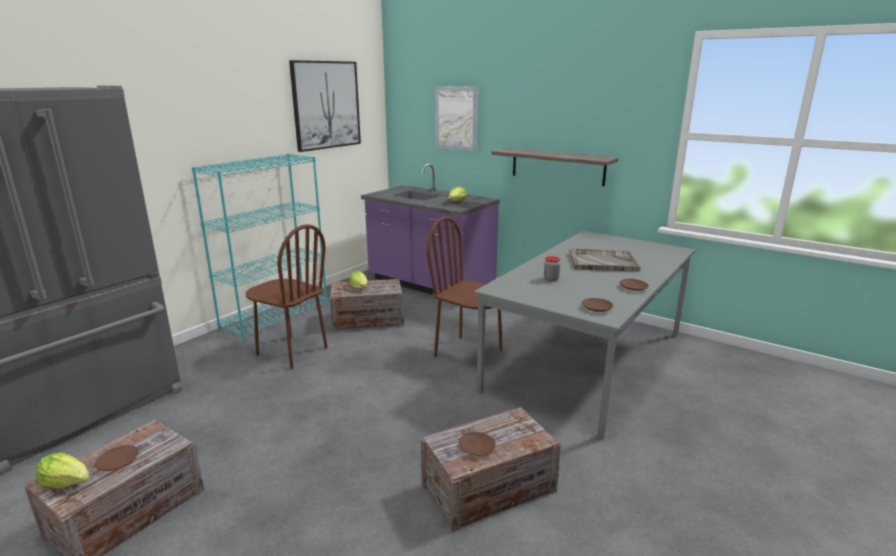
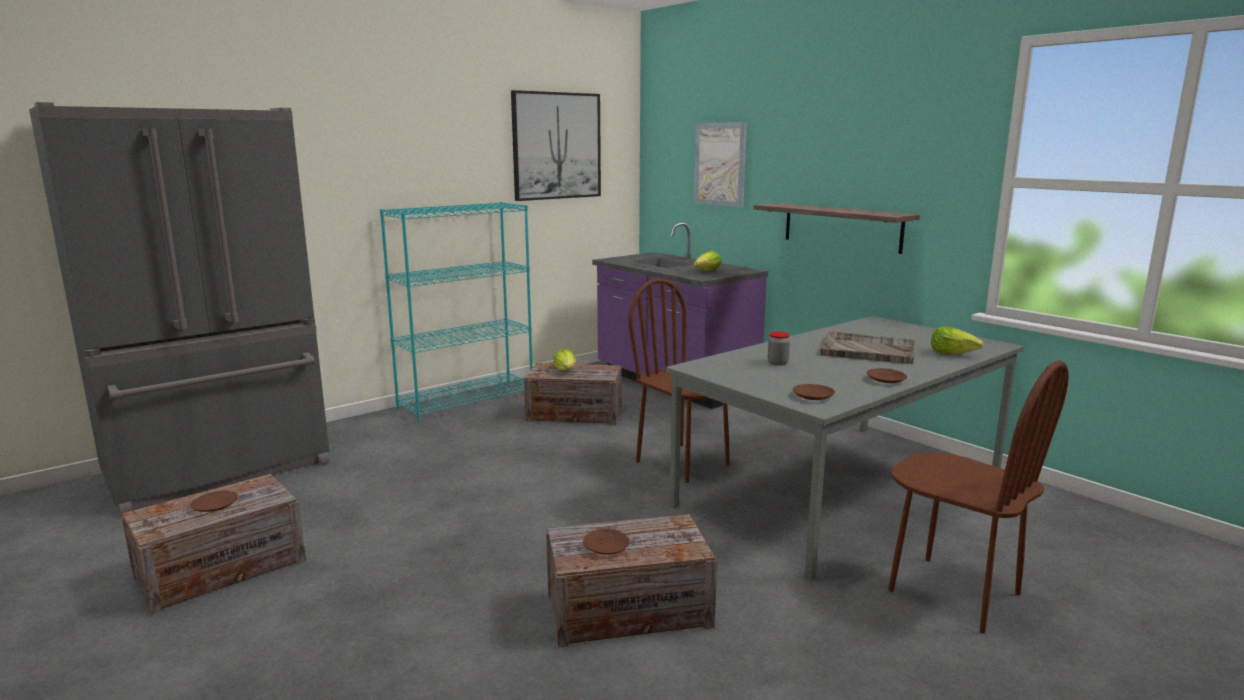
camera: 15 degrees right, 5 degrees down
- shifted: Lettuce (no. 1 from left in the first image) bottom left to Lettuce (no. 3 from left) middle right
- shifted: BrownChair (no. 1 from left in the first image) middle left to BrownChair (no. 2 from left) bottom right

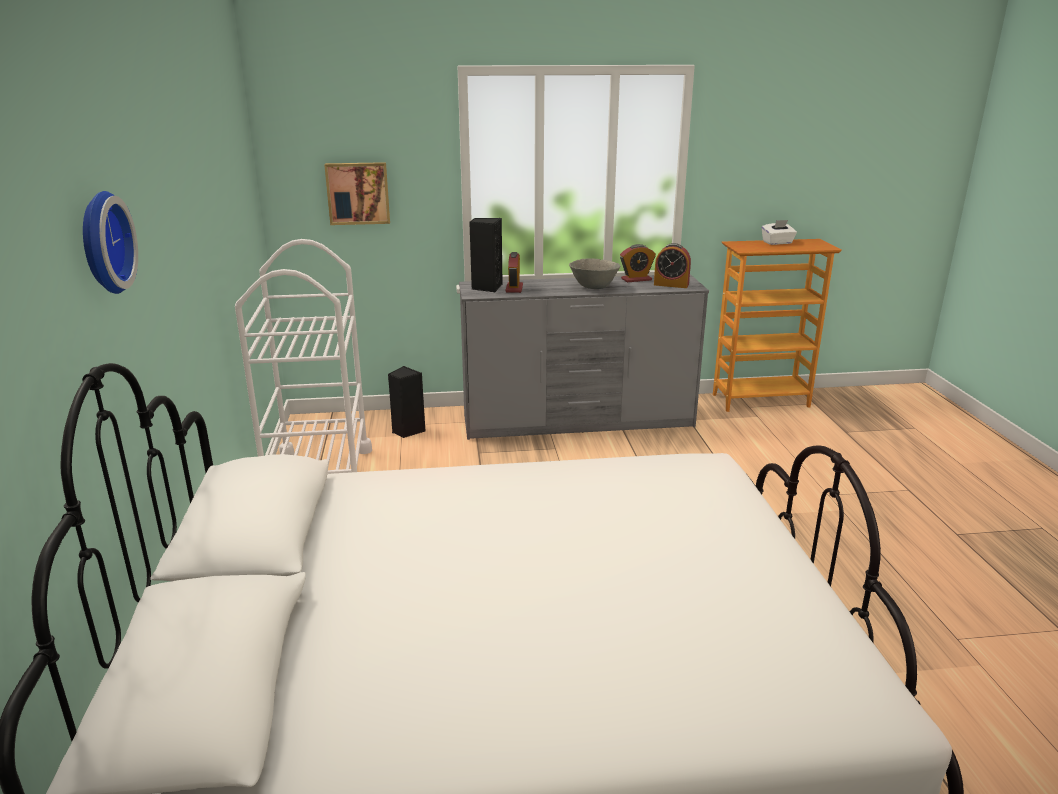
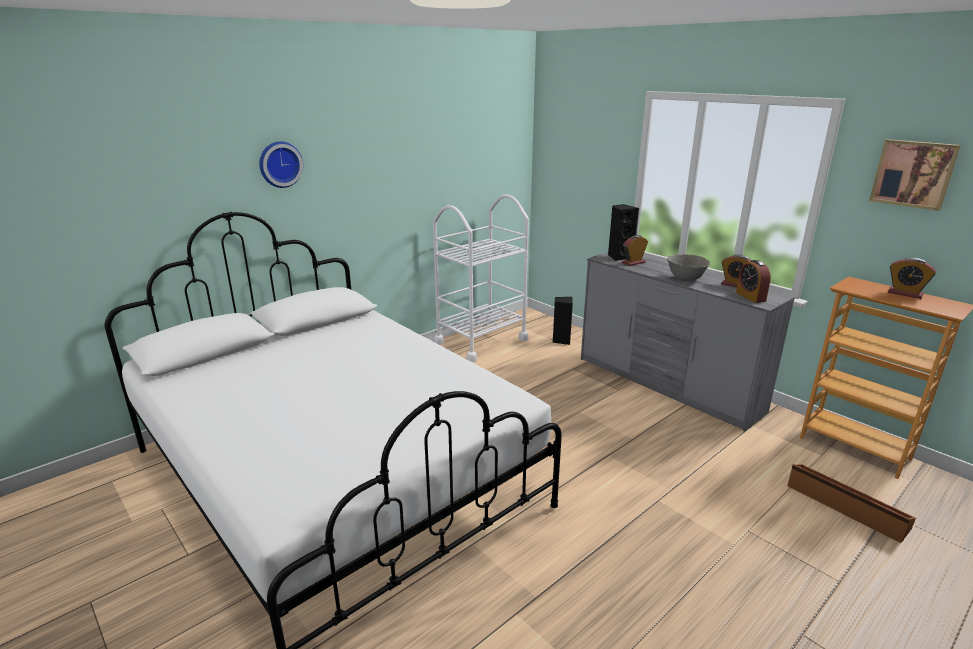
camera: 55 degrees right, 0 degrees up
- new: BrownStorageBox bottom right
- shifted: Picture top centre to top right
- swapped: WhiteTissueBox top right to AlarmClock (no. 4 from left) middle right

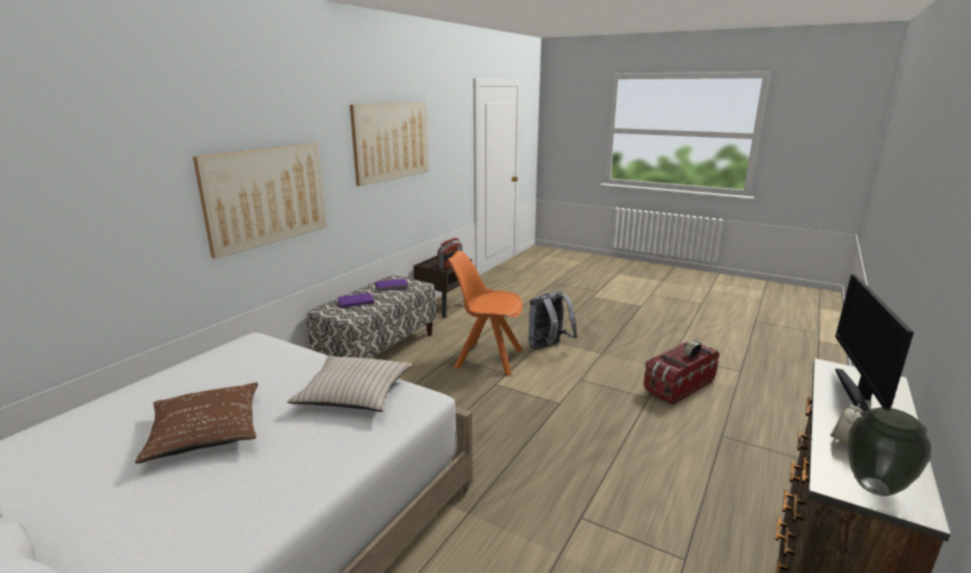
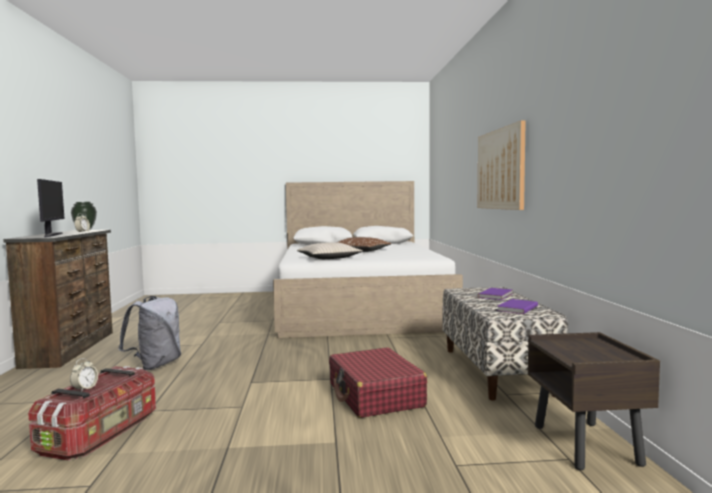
camera: 145 degrees right, 15 degrees down
- gone: Picture (no. 2 from left) top centre
- gone: Radio centre
- shifted: GreyBackpack centre to bottom left
- swapped: OrangeChair centre to RedSuitcase bottom centre

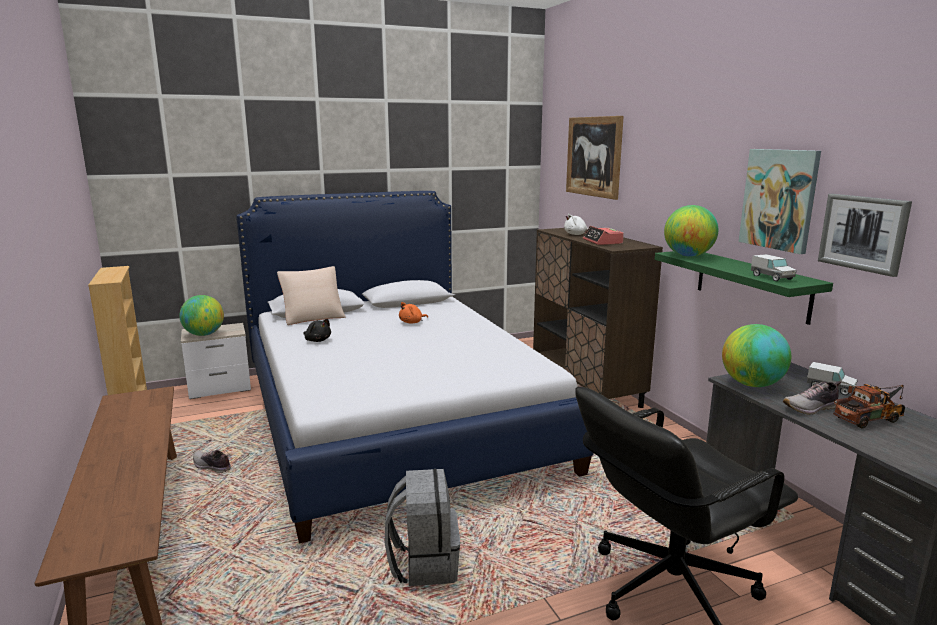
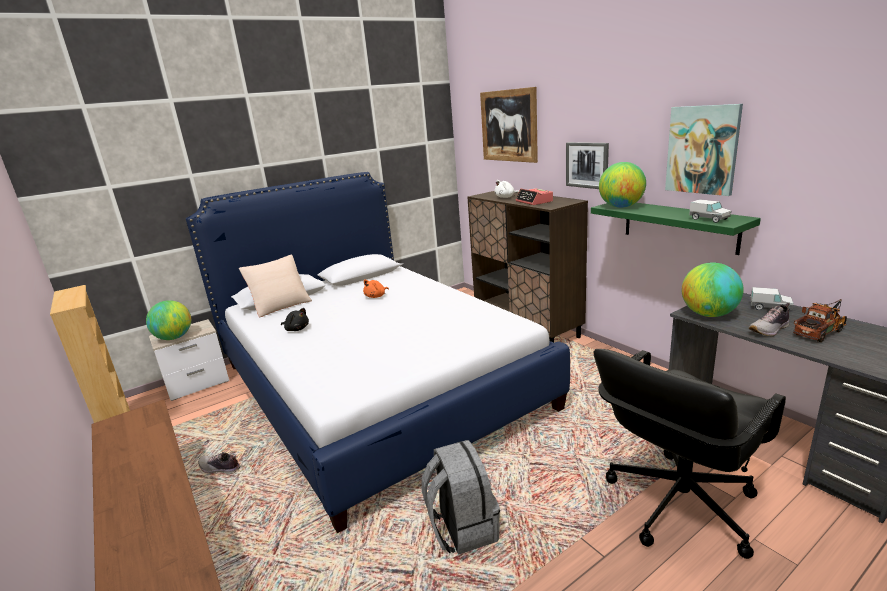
camera: 10 degrees left, 5 degrees up
- shifted: Picture (no. 3 from left in the first image) middle right to Picture (no. 2 from left) top centre

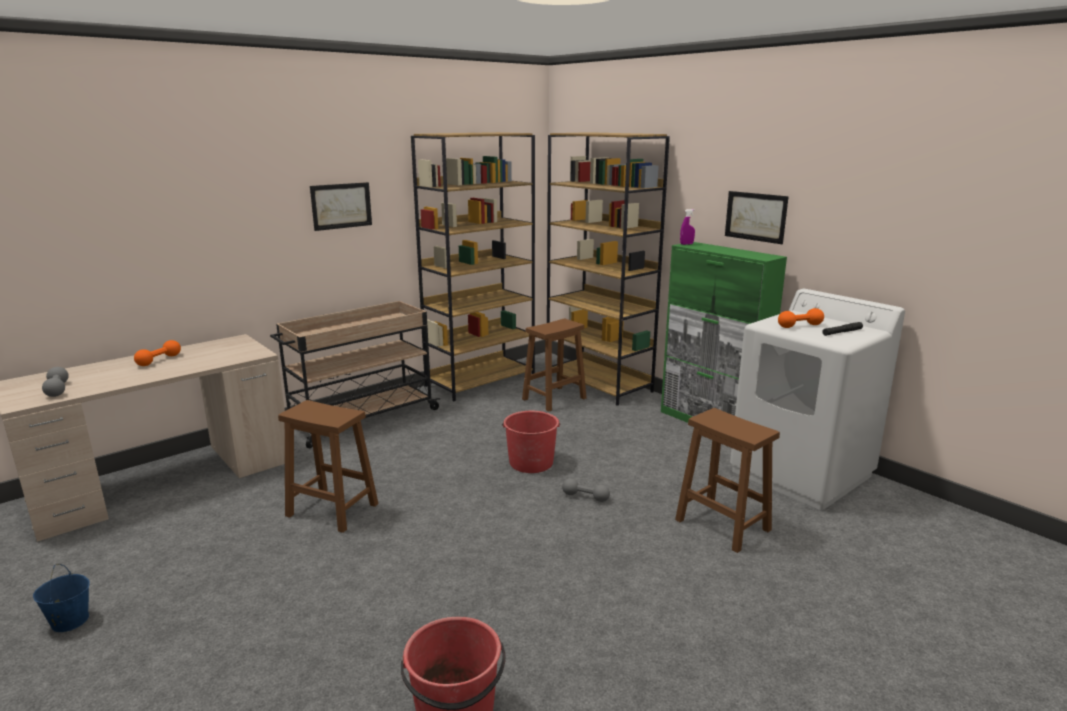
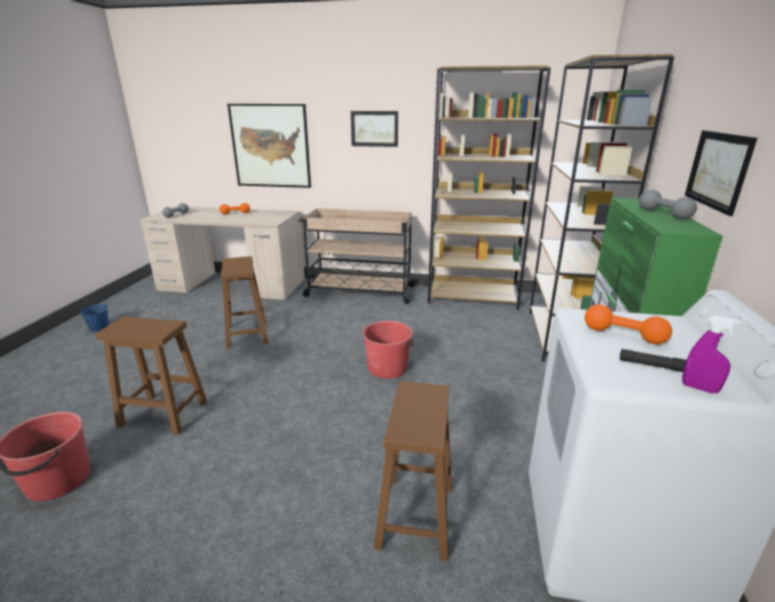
camera: 50 degrees right, 5 degrees up
- new: Picture (no. 1 from left) top centre
- shifted: BrownStool (no. 2 from left in the first image) centre to BrownStool (no. 1 from left) middle left
- shifted: GreyDumbbell (no. 2 from left) bottom centre to middle right
- shifted: PurpleSprayBottle top centre to middle right

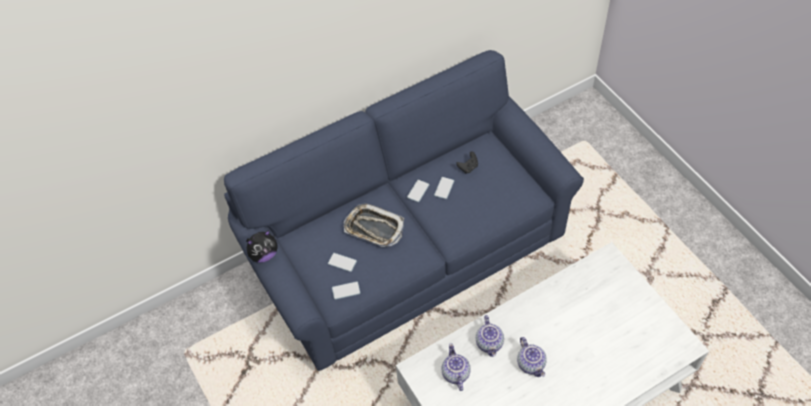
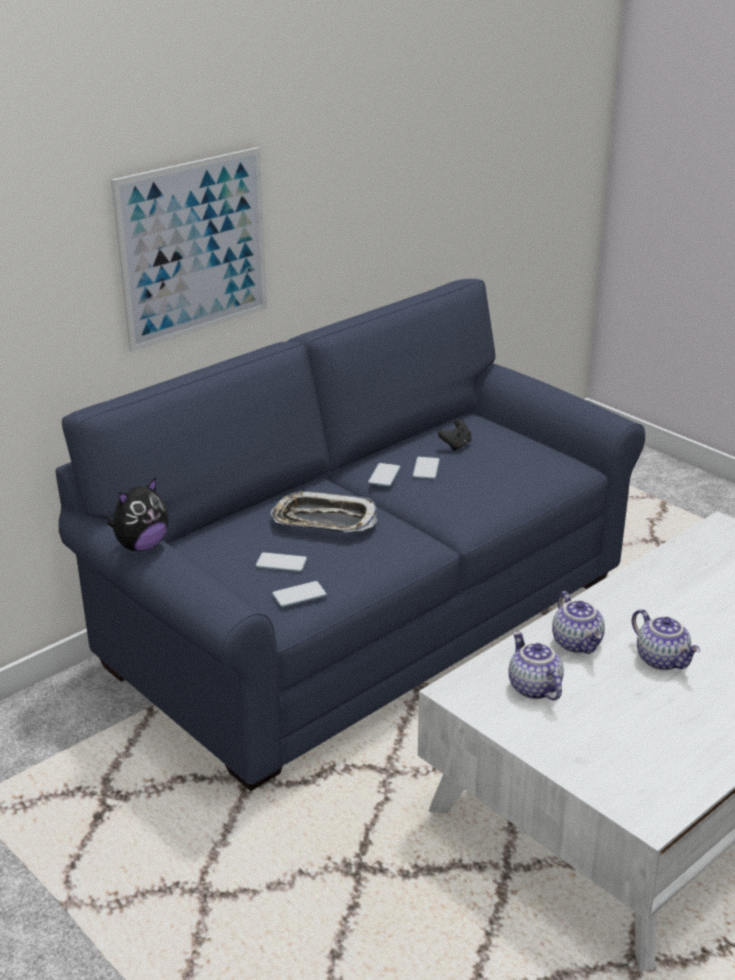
camera: 15 degrees left, 25 degrees down
- new: Picture top left

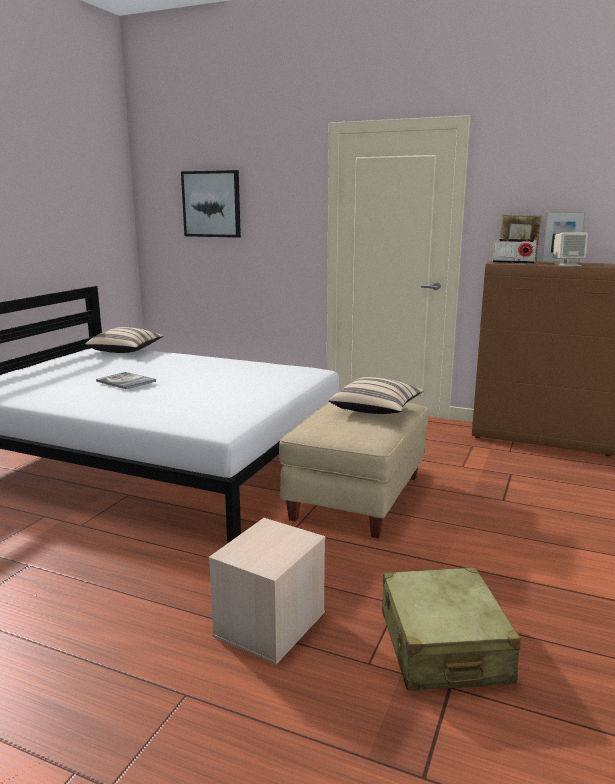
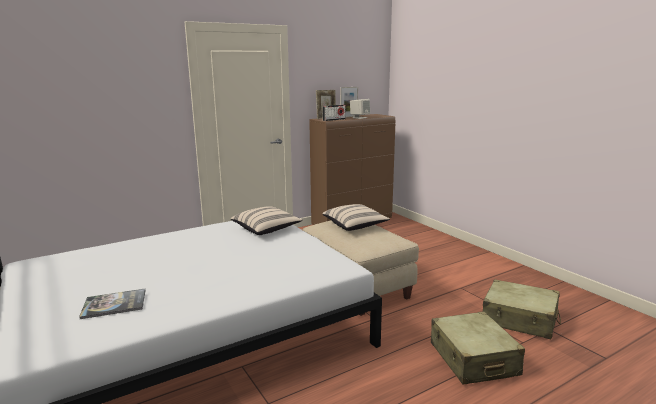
camera: 55 degrees left, 0 degrees up
- gone: Picture top centre
- shifted: BeigePillow (no. 1 from left) middle left to centre
- shifted: Book middle left to bottom left
- swapped: BeigeStorageBox bottom centre to BeigeSuitcase (no. 1 from left) bottom right

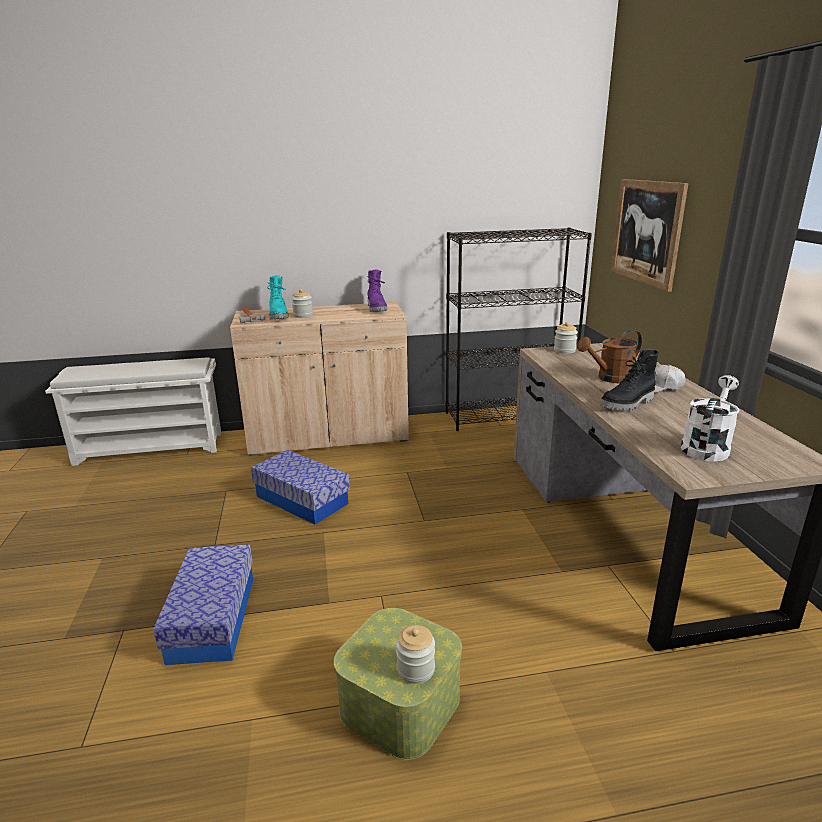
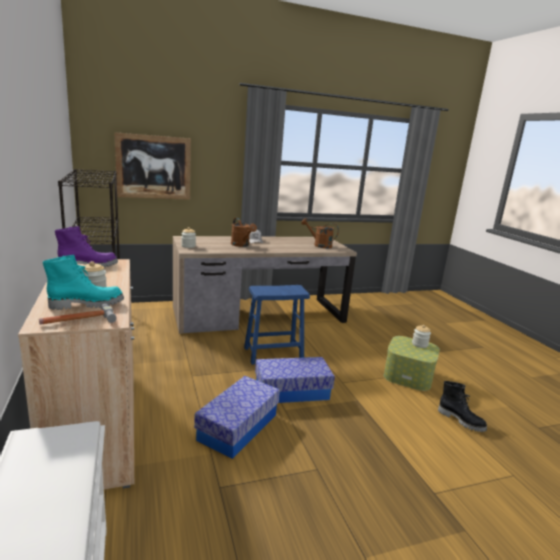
camera: 100 degrees left, 5 degrees down
- new: BlueStool centre
- shifted: StorageBox (no. 1 from left in the first image) bottom left to StorageBox (no. 2 from left) bottom centre
- shifted: BlackBoot middle right to bottom right
- repainted: WhiteWateringCan middle right to BrownWateringCan (no. 2 from left) centre

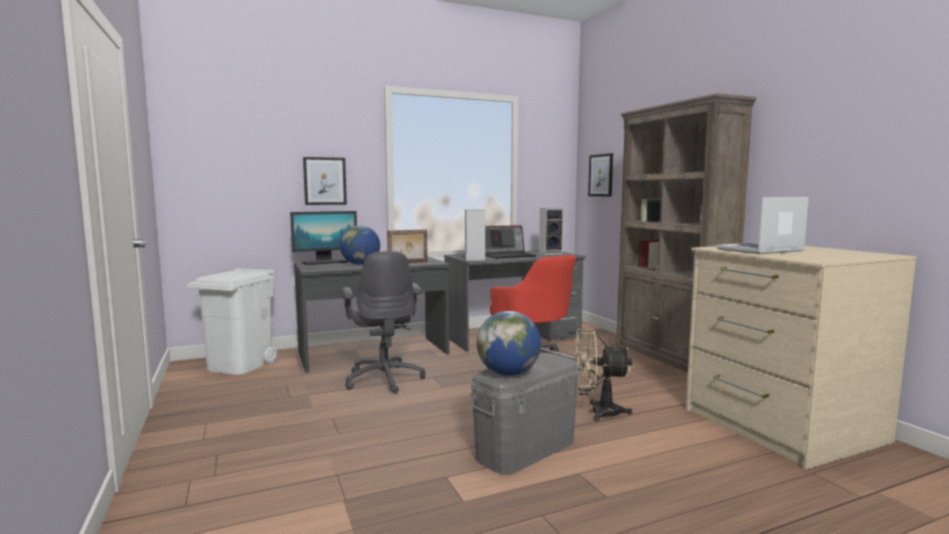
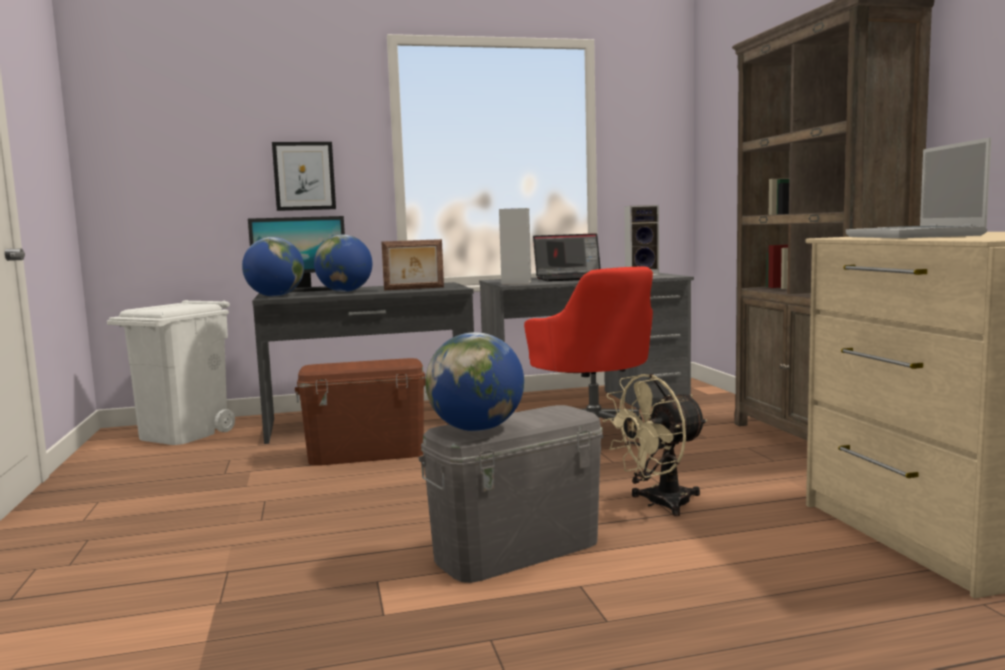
camera: 10 degrees right, 0 degrees up
- gone: Picture (no. 2 from left) top centre
- new: Globe (no. 1 from left) middle left
- swapped: GreyOfficeChair centre to BrownStorageBox centre
- rotated: BeigeFan bottom centre = centre 45 degrees counterclockwise
- rotated: Laptop (no. 2 from left) middle right = top right 75 degrees counterclockwise

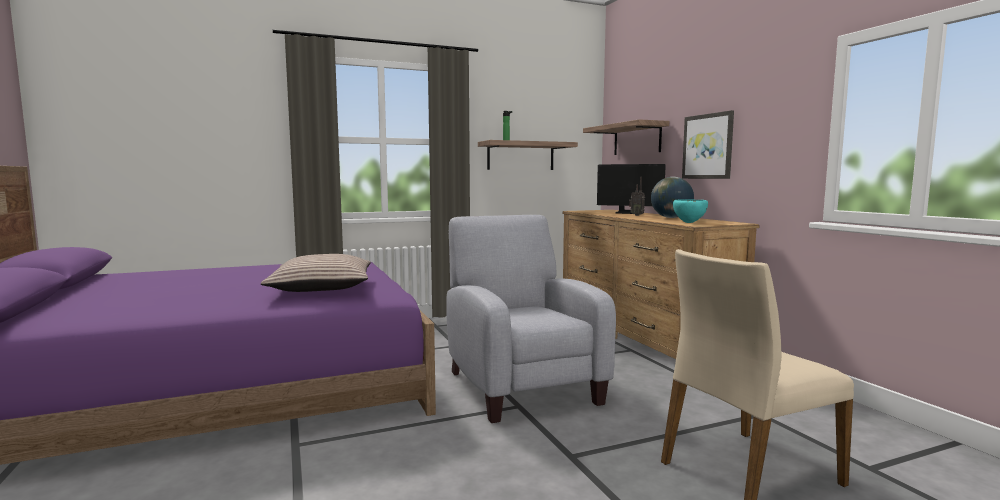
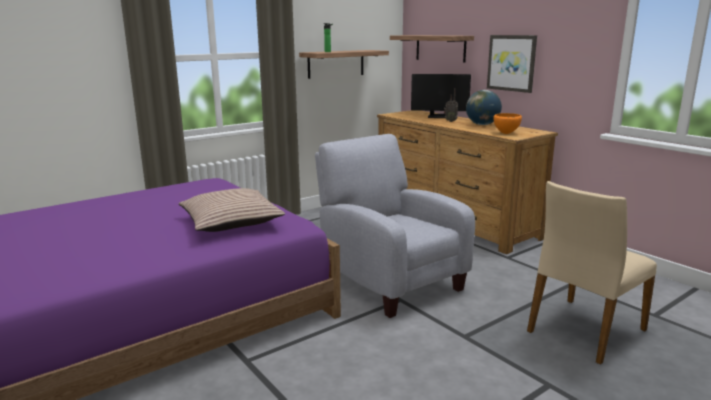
camera: 15 degrees left, 10 degrees up
- repainted: TurquoiseBowl middle right to OrangeBowl top right

